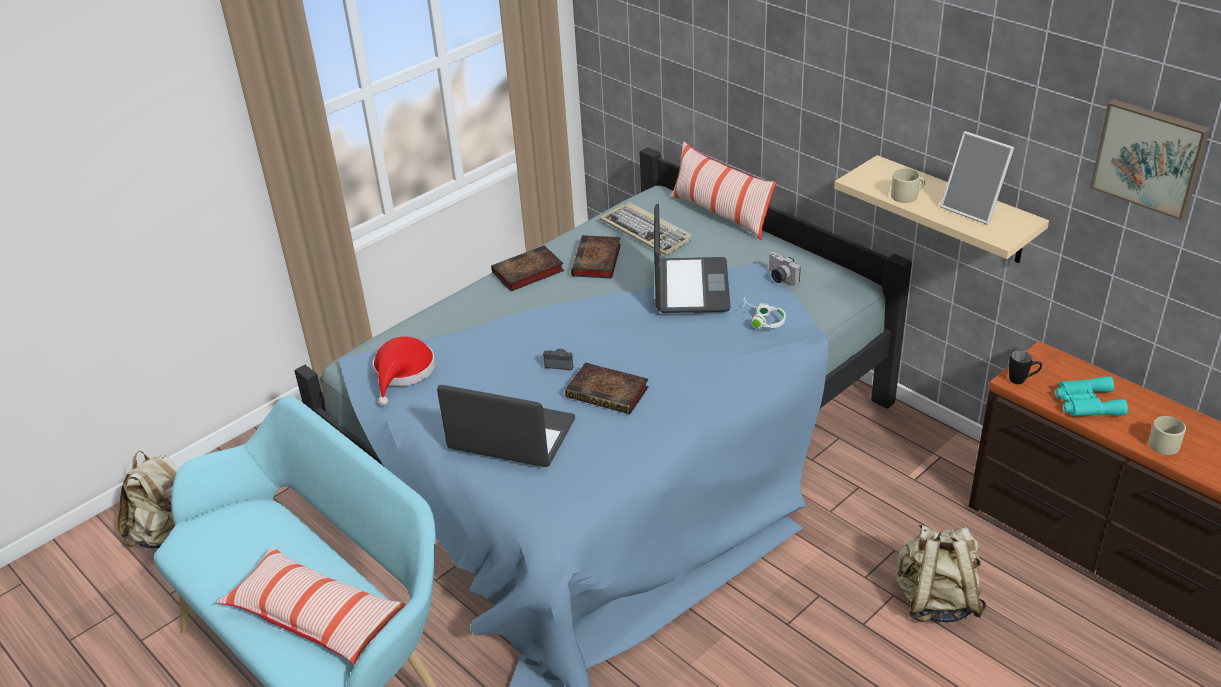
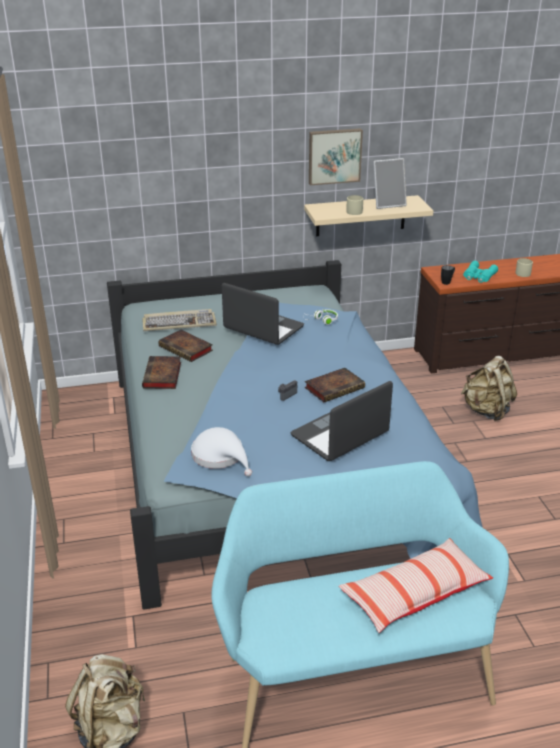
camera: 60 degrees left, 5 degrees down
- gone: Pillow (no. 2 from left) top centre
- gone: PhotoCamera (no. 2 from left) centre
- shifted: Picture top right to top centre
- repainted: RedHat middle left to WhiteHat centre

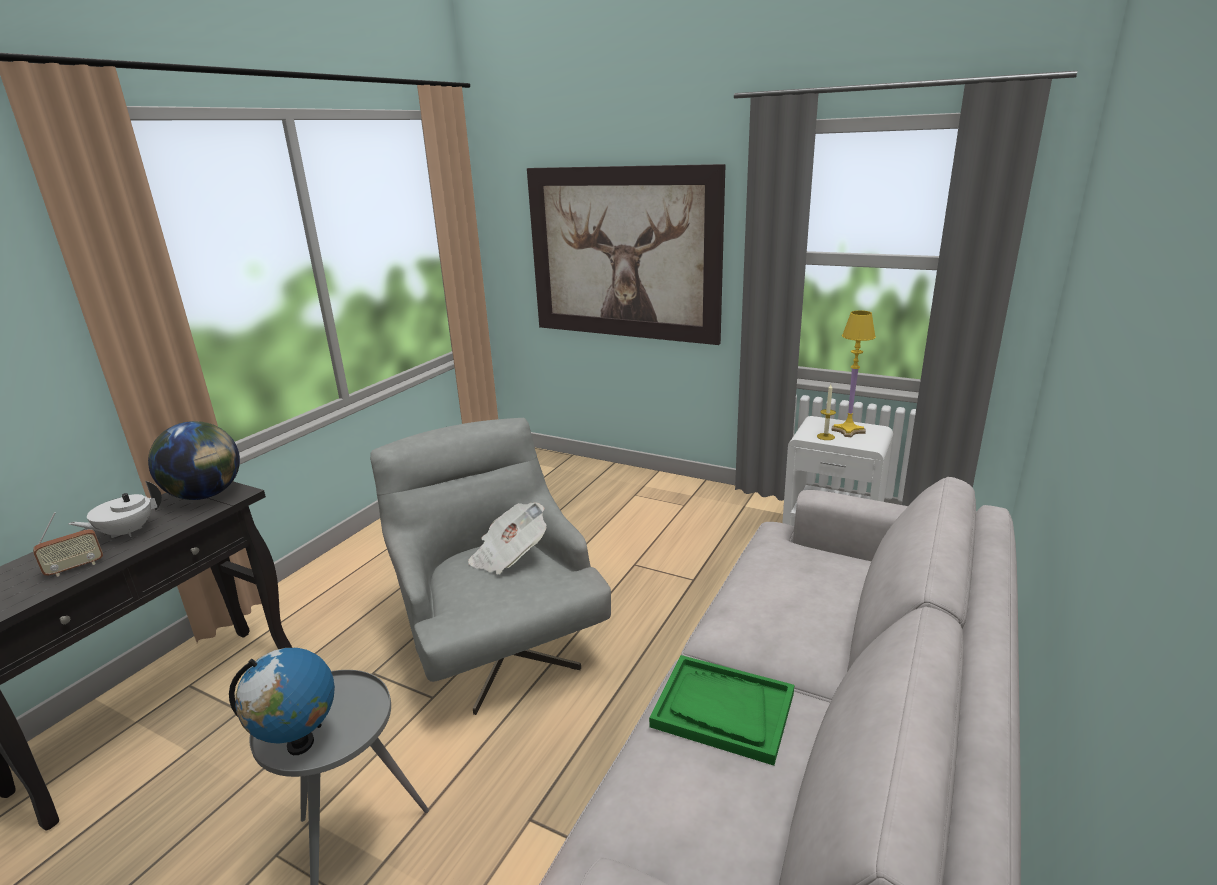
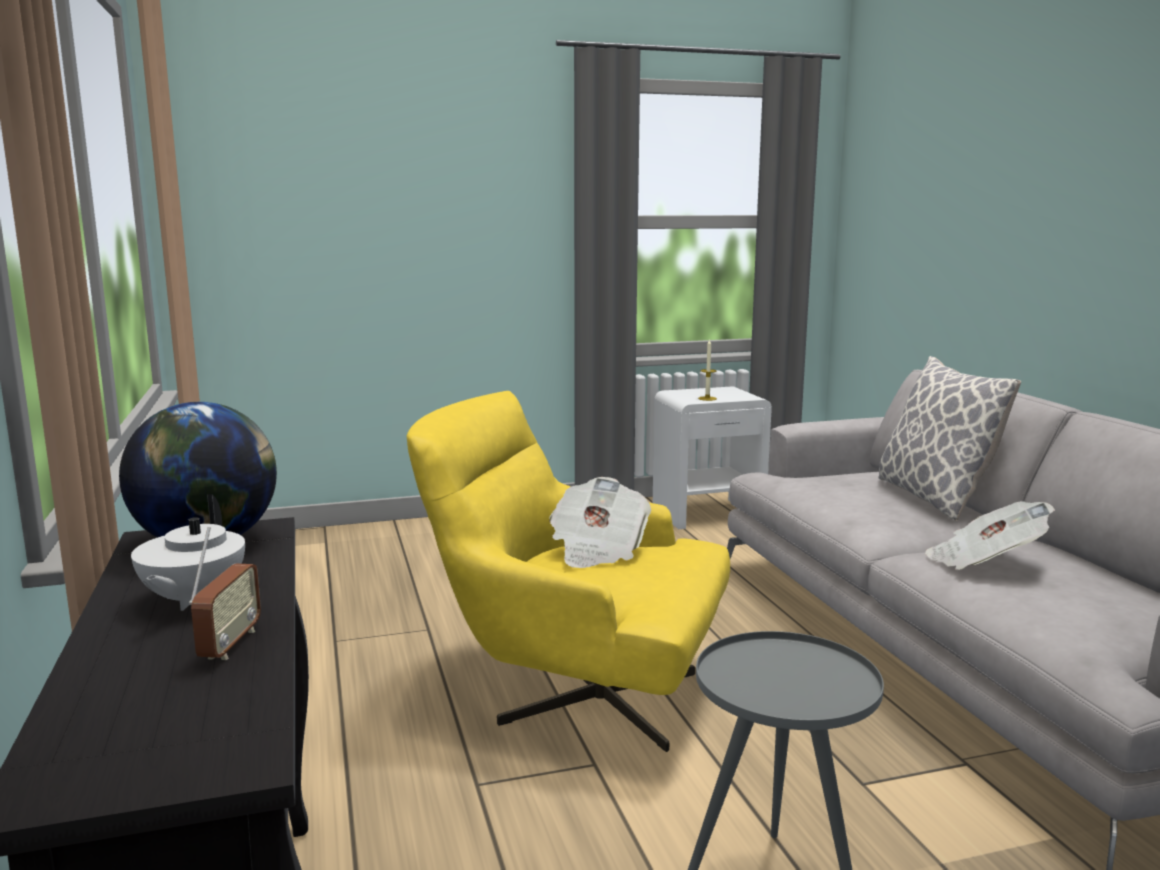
camera: 45 degrees left, 10 degrees down
- gone: Globe (no. 2 from left) bottom left
- gone: Picture top centre
- gone: YellowTableLamp middle right
- new: Pillow middle right
- swapped: GreenTray bottom centre to Newspaper (no. 2 from left) middle right
- repainted: GreyArmchair centre to YellowArmchair centre

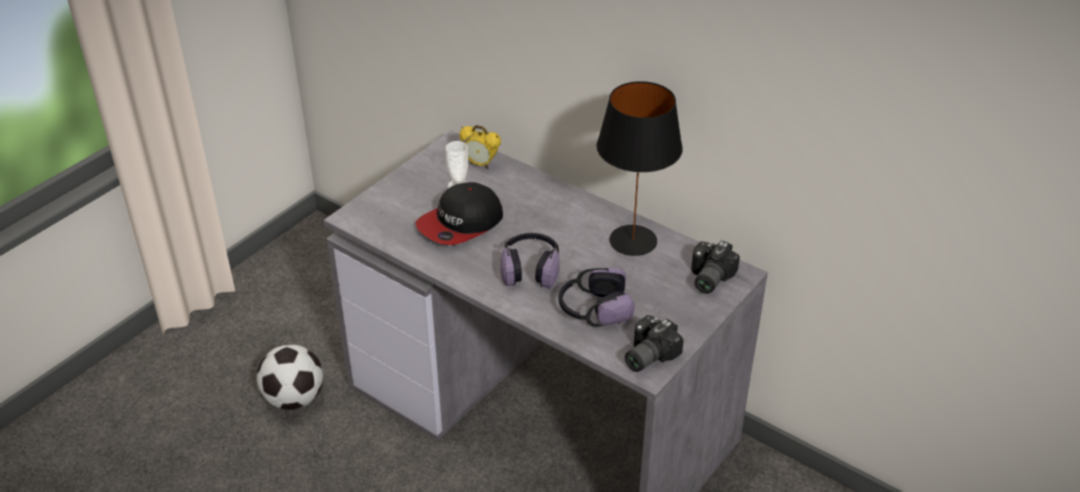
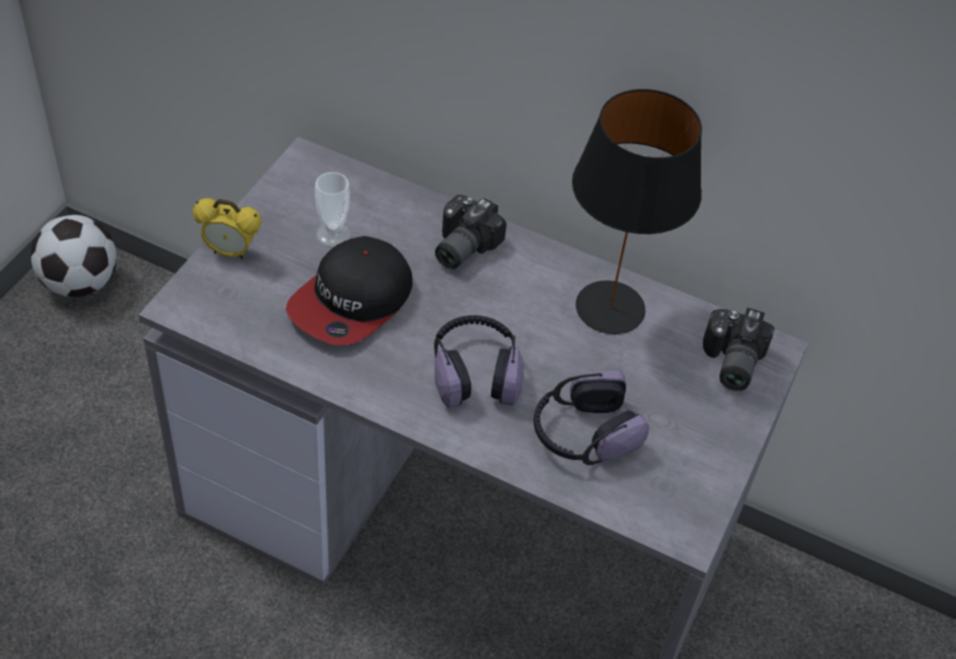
camera: 15 degrees left, 10 degrees up
- shifted: Football bottom left to middle left
- shifted: AlarmClock top centre to middle left
- shifted: PhotoCamera (no. 1 from left) bottom centre to centre

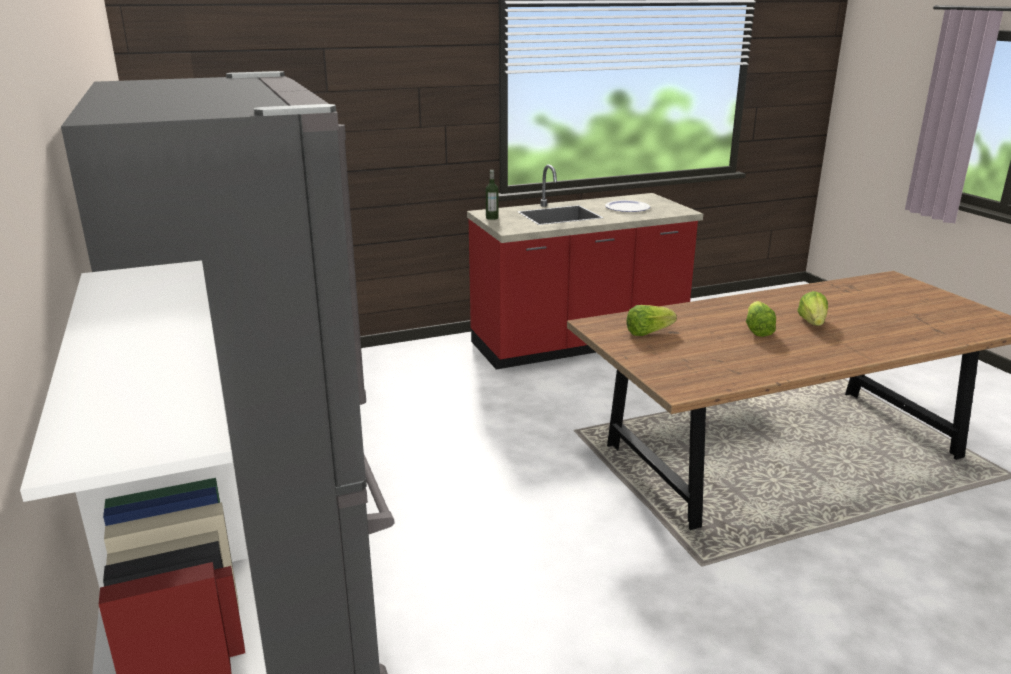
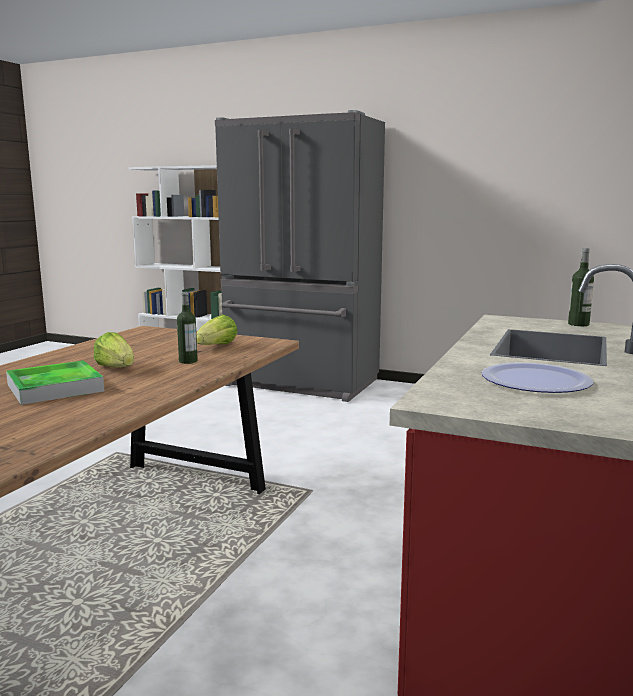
camera: 135 degrees right, 10 degrees down
- new: Bottle (no. 1 from left) middle left
- swapped: Lettuce (no. 3 from left) middle right to Tray middle left

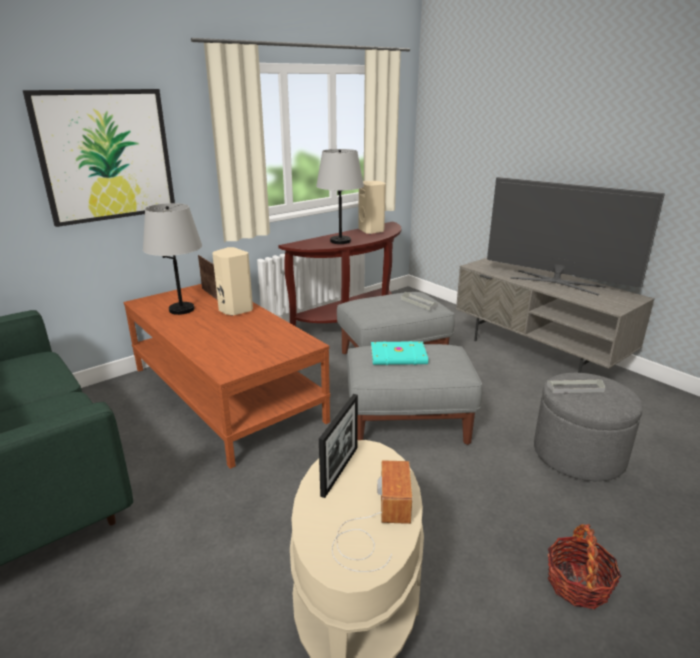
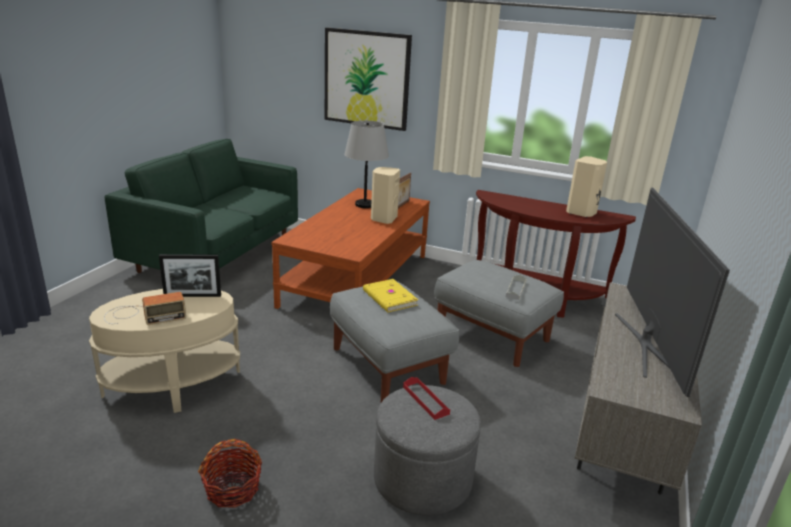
camera: 60 degrees right, 0 degrees up
- gone: GreyTableLamp (no. 2 from left) top centre
- repainted: TurquoiseBook centre to YellowBook centre
- repainted: GreyTray (no. 2 from left) middle right to RedTray bottom centre

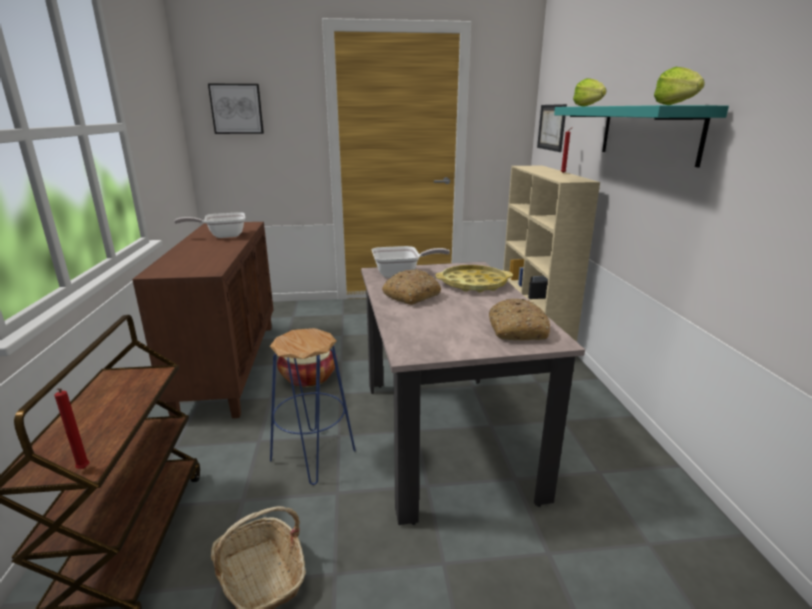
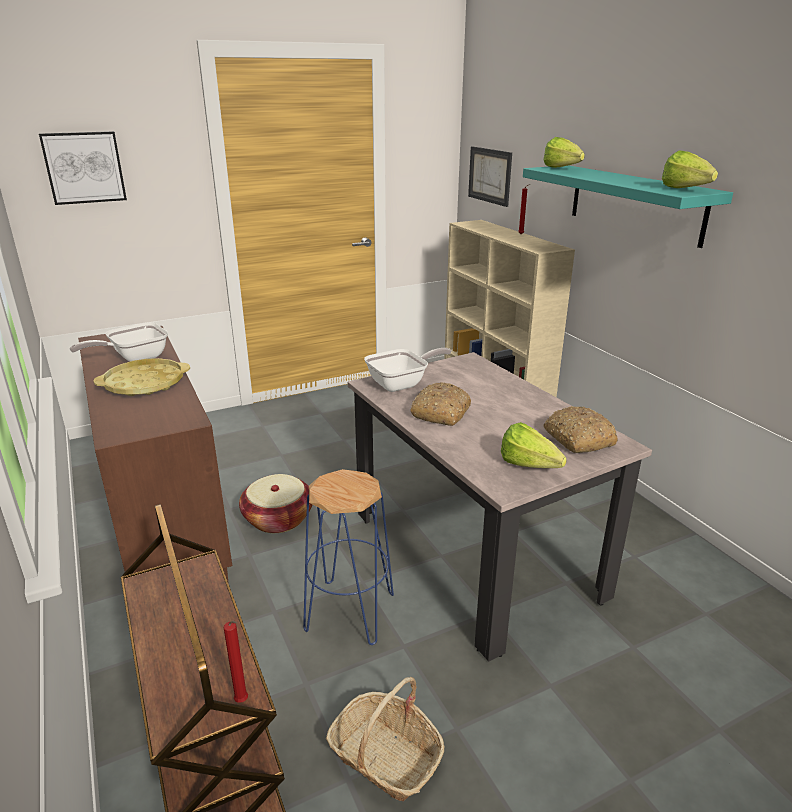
camera: 20 degrees left, 5 degrees up
- new: Lettuce (no. 1 from left) middle right
- shifted: YellowTray centre to middle left

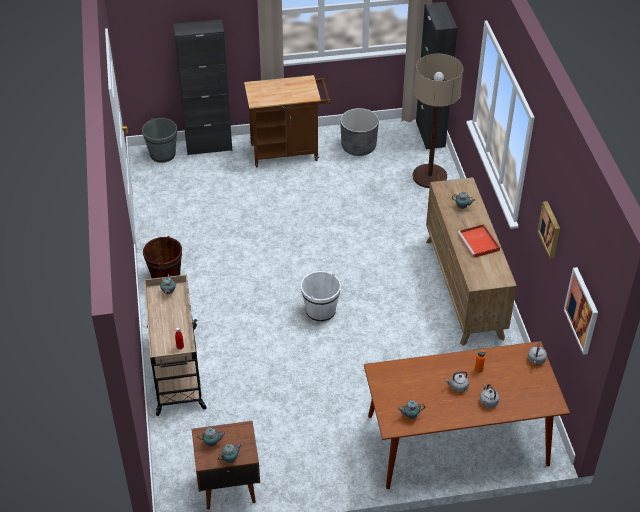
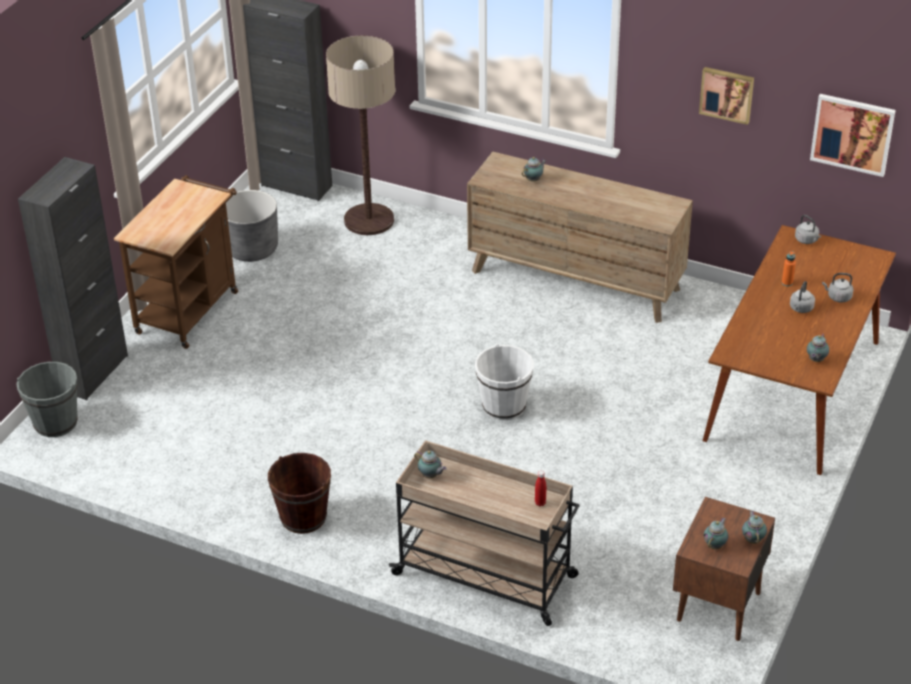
camera: 55 degrees left, 5 degrees down
- gone: RedTray middle right

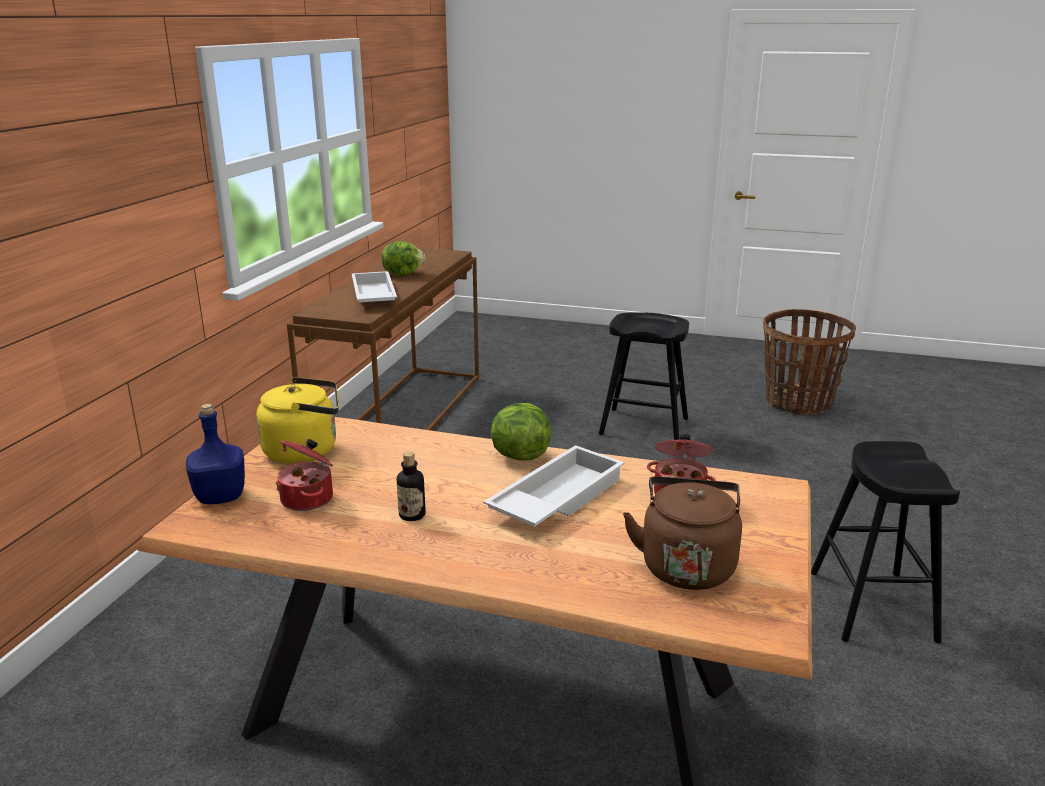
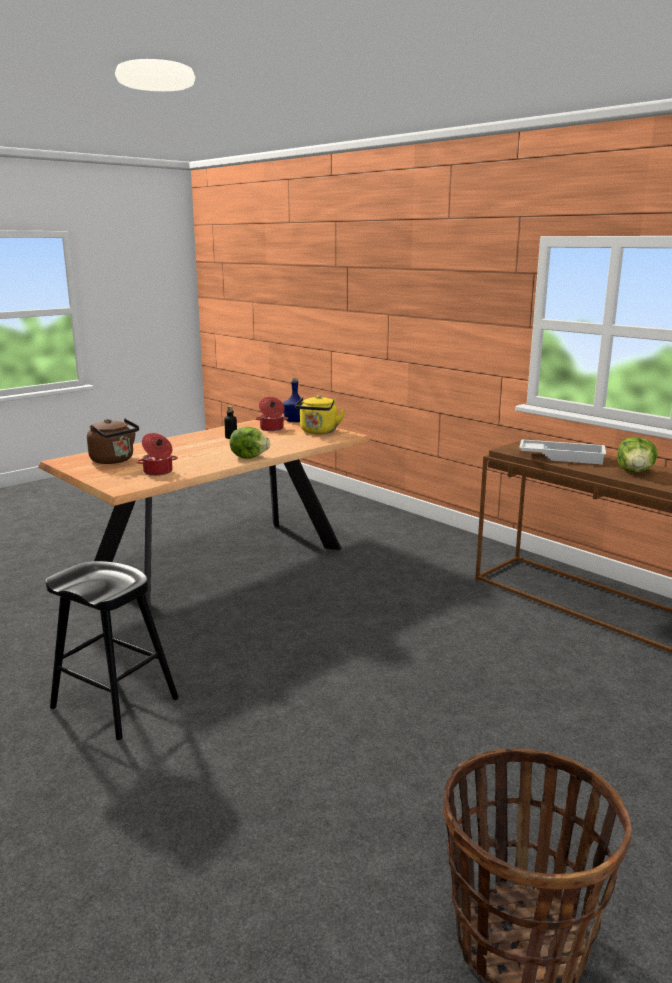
camera: 120 degrees right, 5 degrees down
- gone: WhiteTray (no. 2 from left) centre
- gone: BlackStool (no. 1 from left) centre

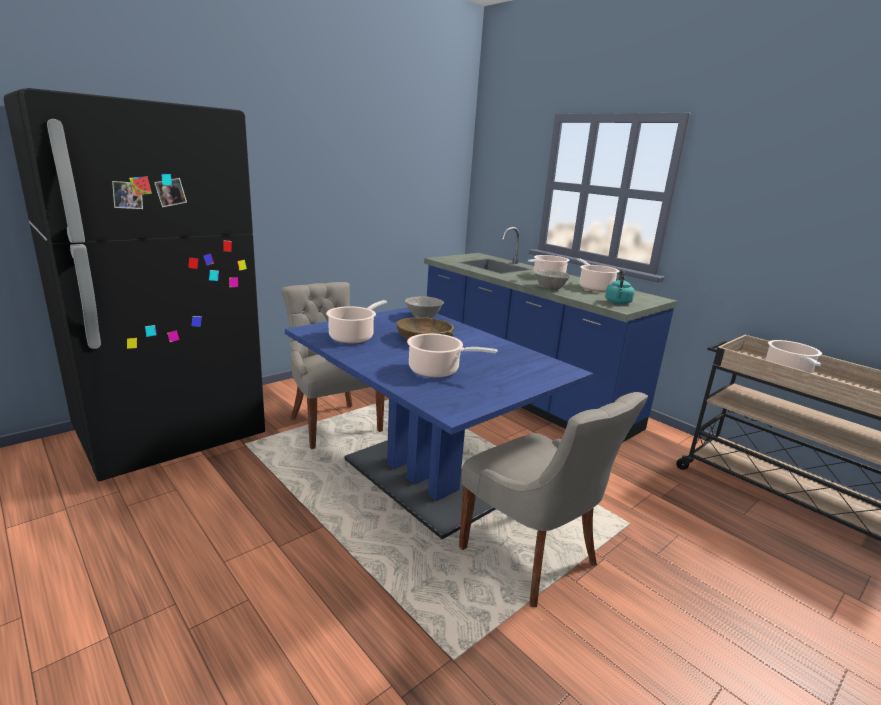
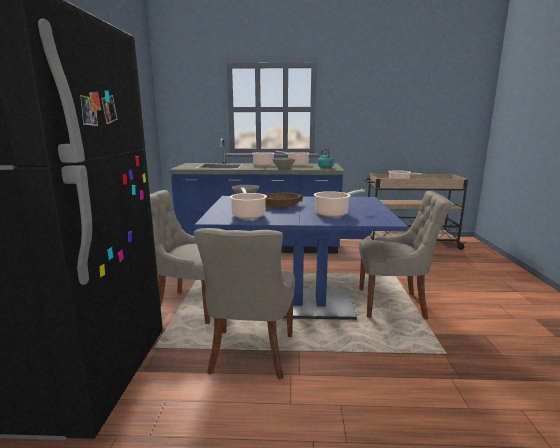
camera: 45 degrees left, 5 degrees down
- new: GreyChair (no. 2 from left) bottom centre

